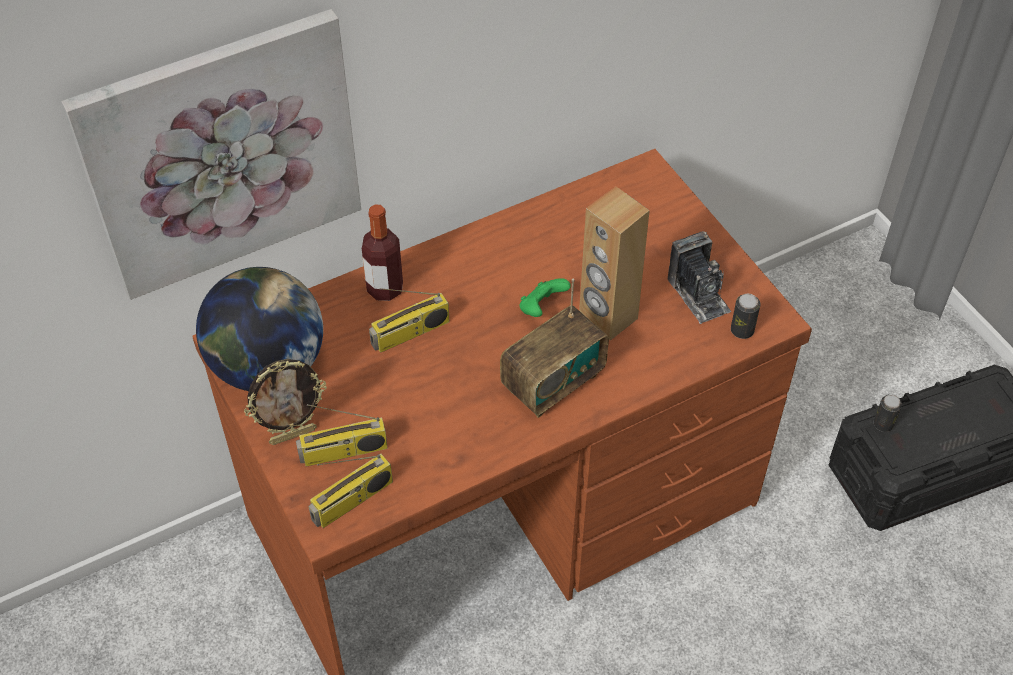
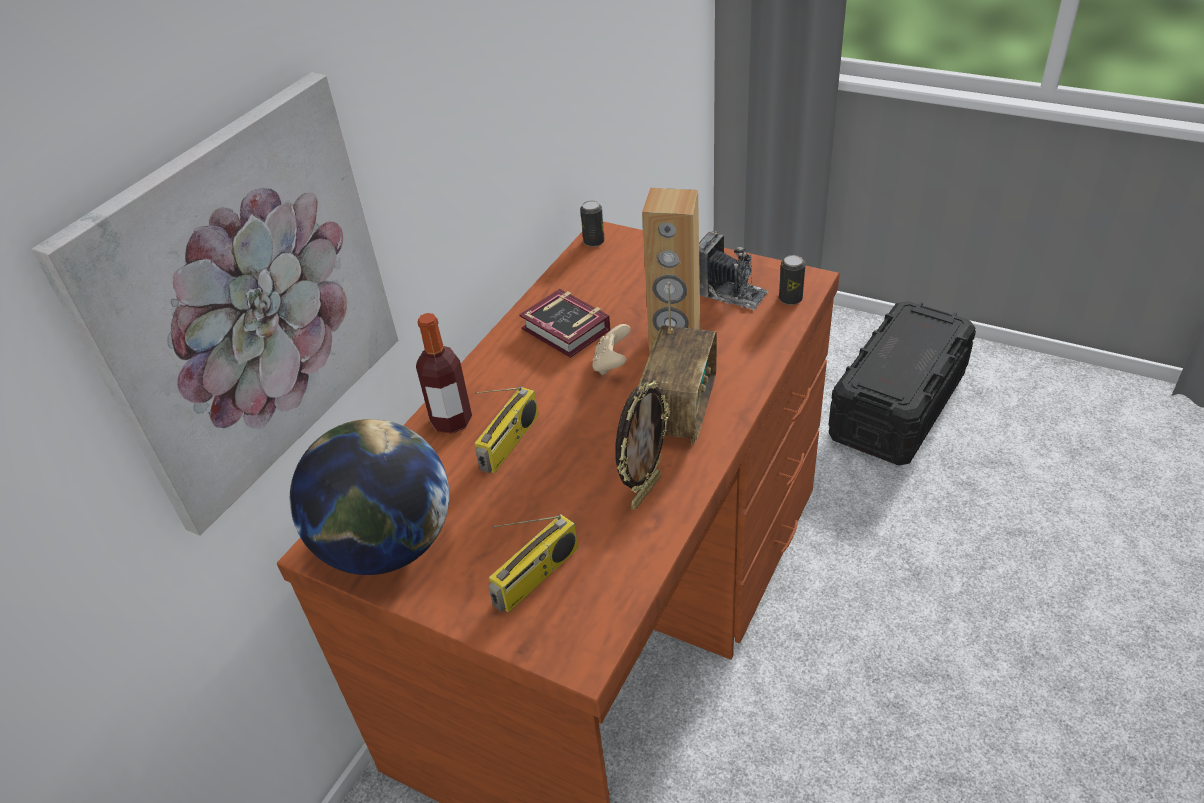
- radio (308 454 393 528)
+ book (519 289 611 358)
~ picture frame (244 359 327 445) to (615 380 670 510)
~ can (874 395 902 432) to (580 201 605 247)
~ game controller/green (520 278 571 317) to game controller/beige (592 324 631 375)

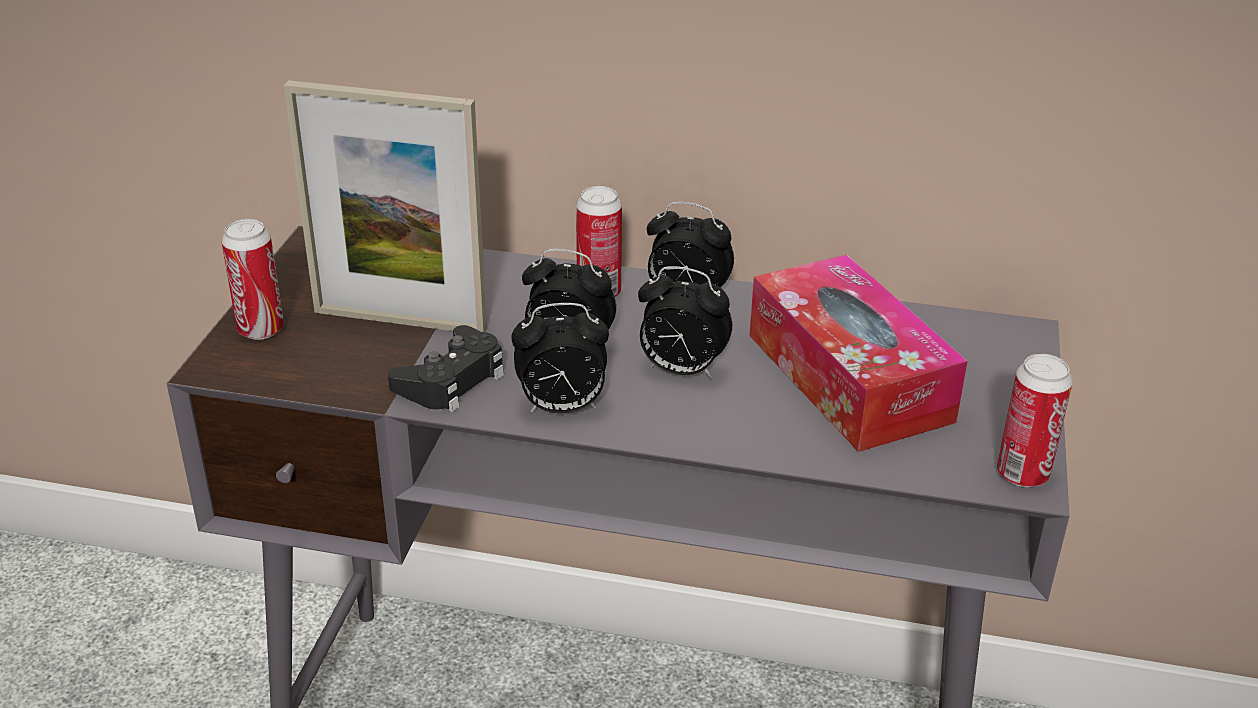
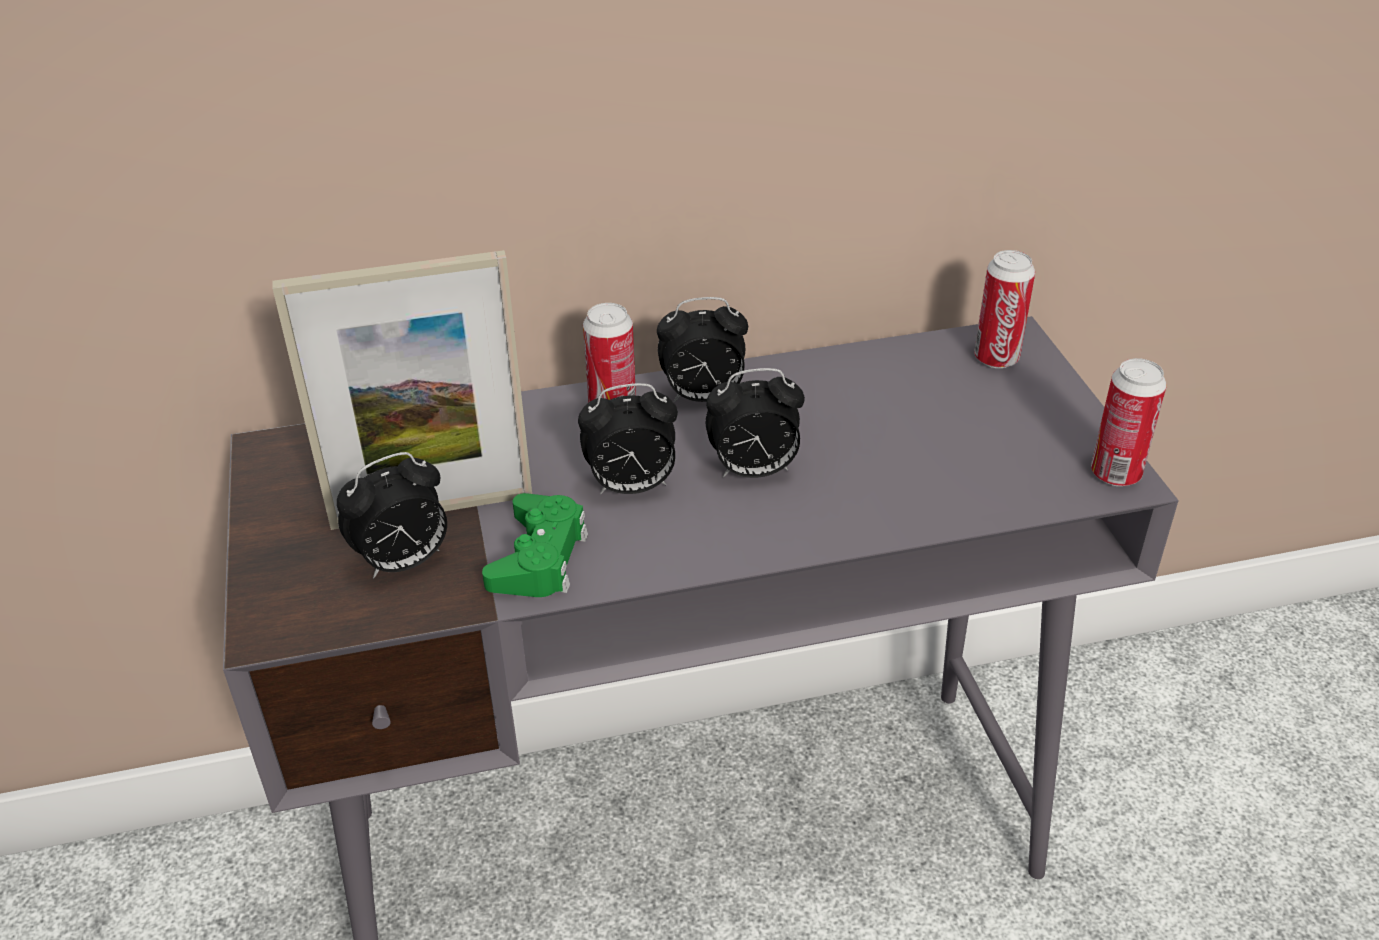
- tissue box (749 255 968 452)
~ can (221 219 284 340) to (974 250 1035 368)
~ alarm clock (511 303 609 413) to (337 452 447 578)
~ game controller/black (388 325 504 412) to game controller/green (482 493 588 597)

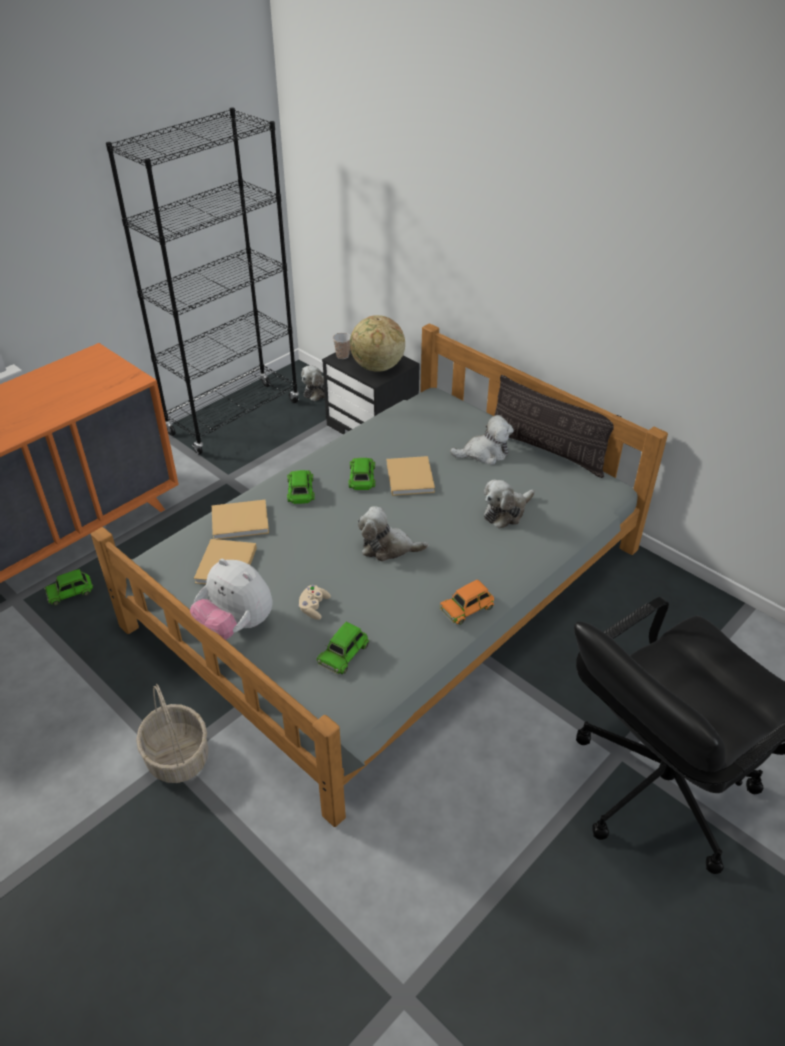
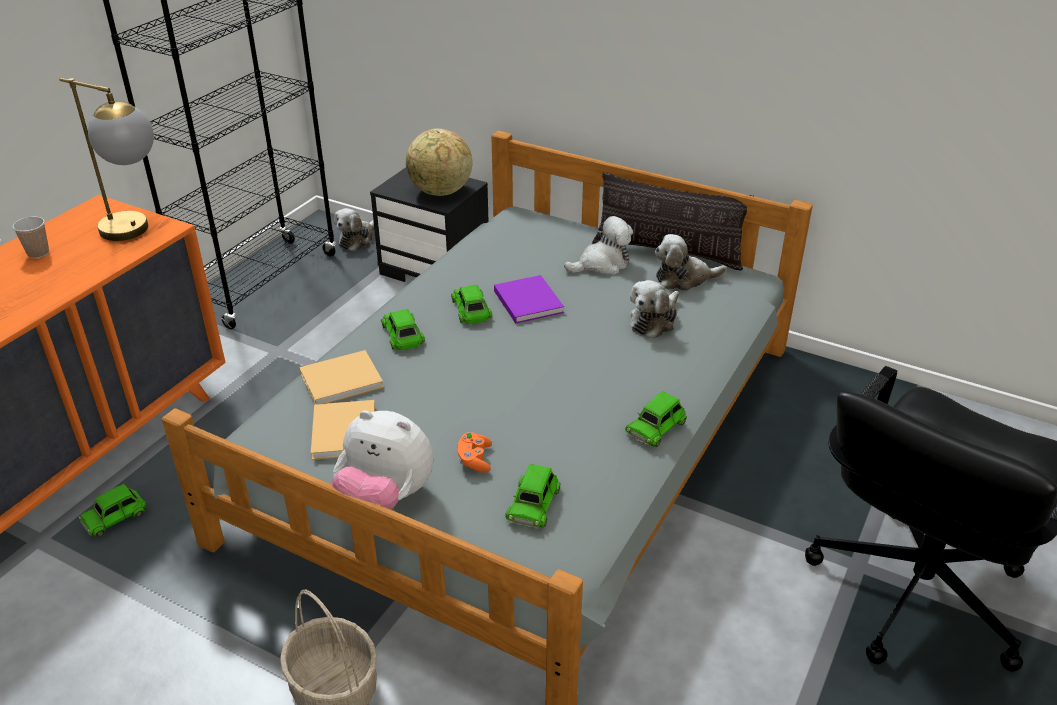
+ table lamp (59 78 154 241)
~ cup (333 333 351 359) to (12 216 49 258)
~ plush toy (358 506 429 562) to (655 234 727 291)
~ game controller/beige (298 585 331 620) to game controller/orange (458 432 492 473)
~ book/beige (387 456 435 496) to book/purple (494 275 564 324)
~ toy car/orange (440 580 494 625) to toy car/green (625 391 687 447)

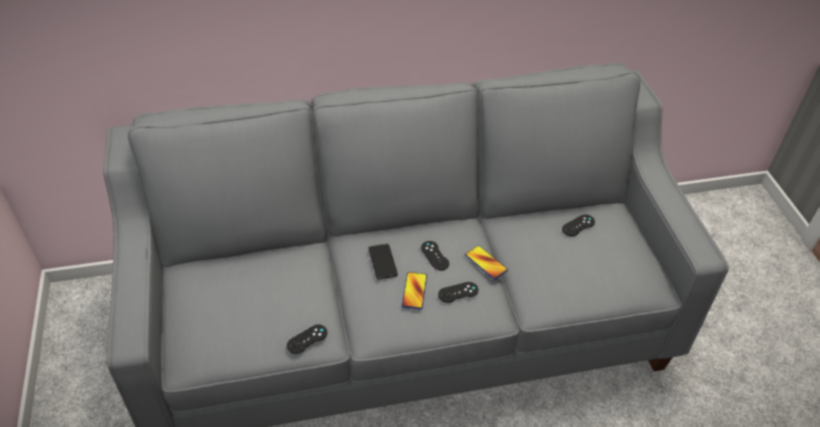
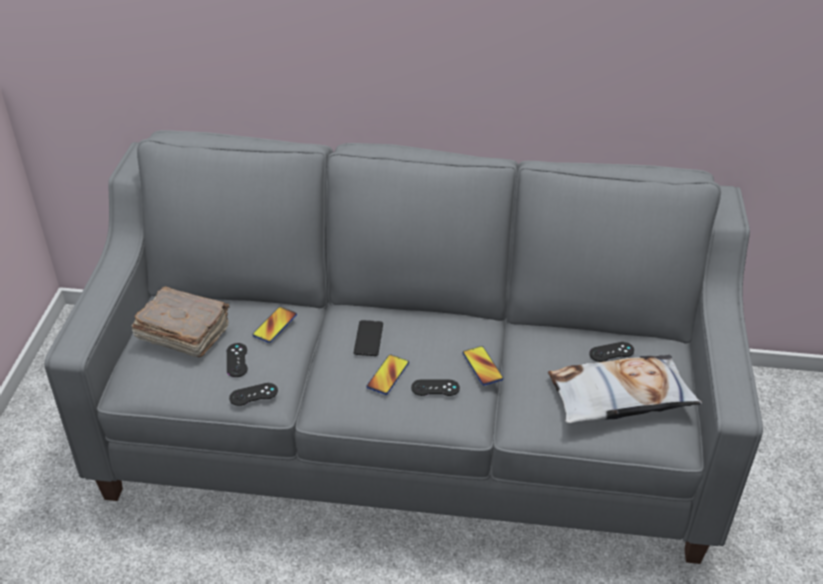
+ book/brown (132 286 230 357)
+ phone (252 307 297 343)
+ pillow (548 355 702 424)
~ game controller/black (421 241 449 271) to (227 343 248 377)

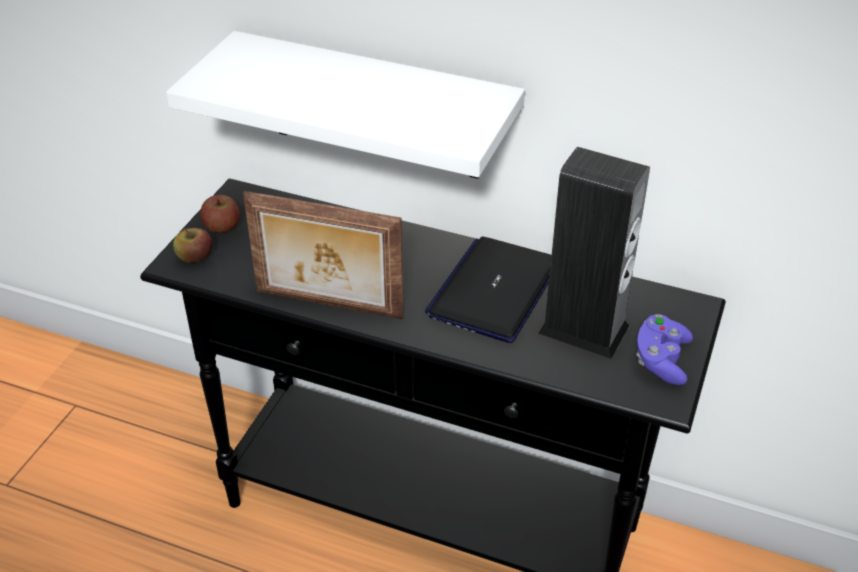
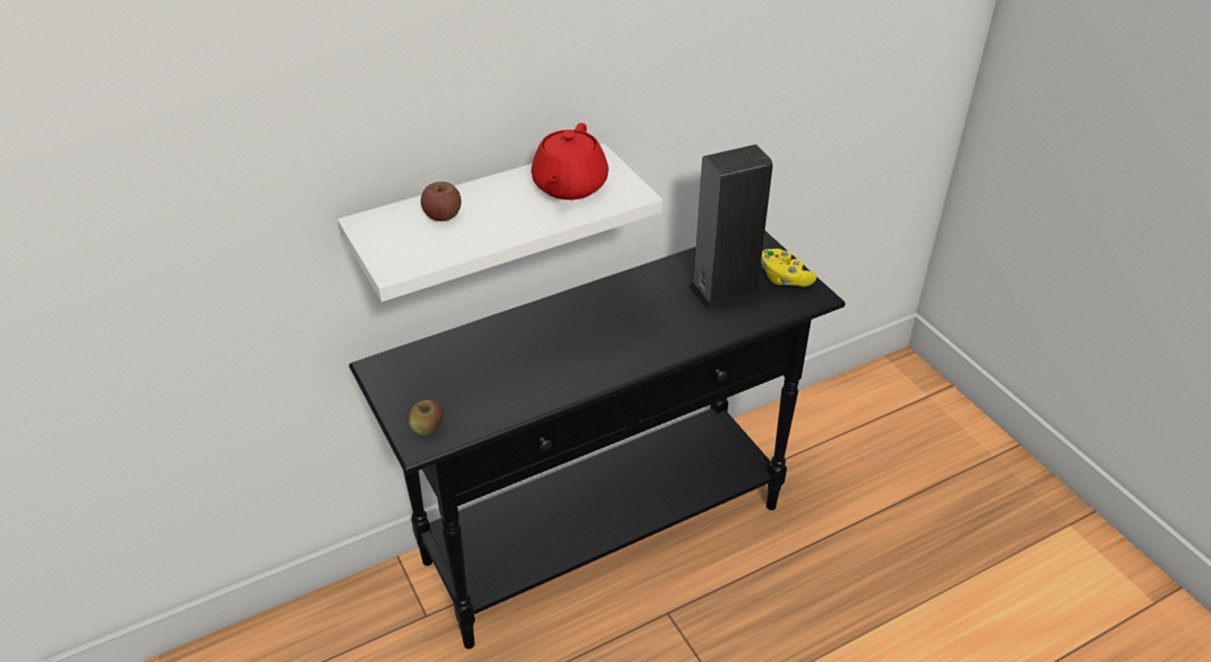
- picture frame (243 191 404 319)
- laptop (425 237 551 343)
+ teapot/red (531 123 609 200)
~ apple (200 195 240 233) to (421 182 461 221)
~ game controller/purple (636 314 693 385) to game controller/yellow (761 249 816 287)

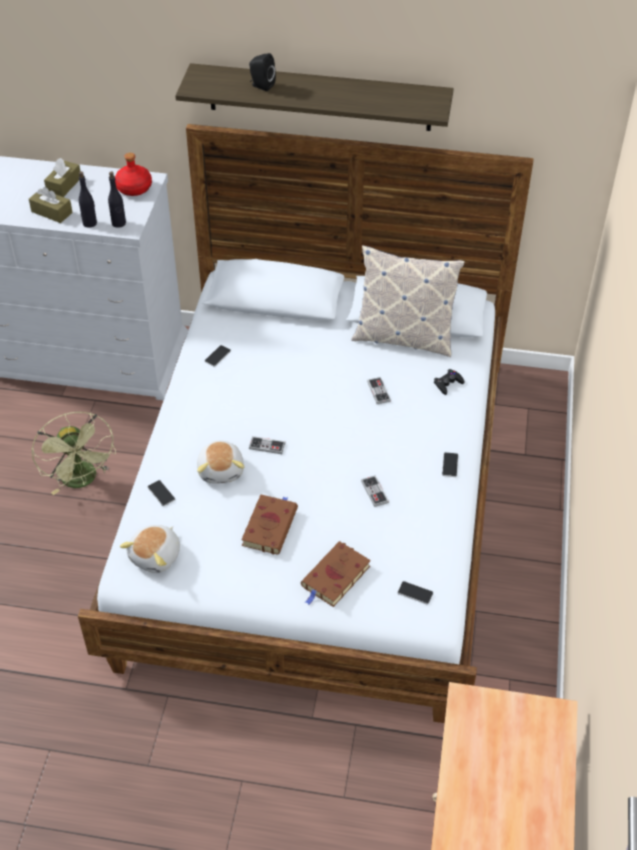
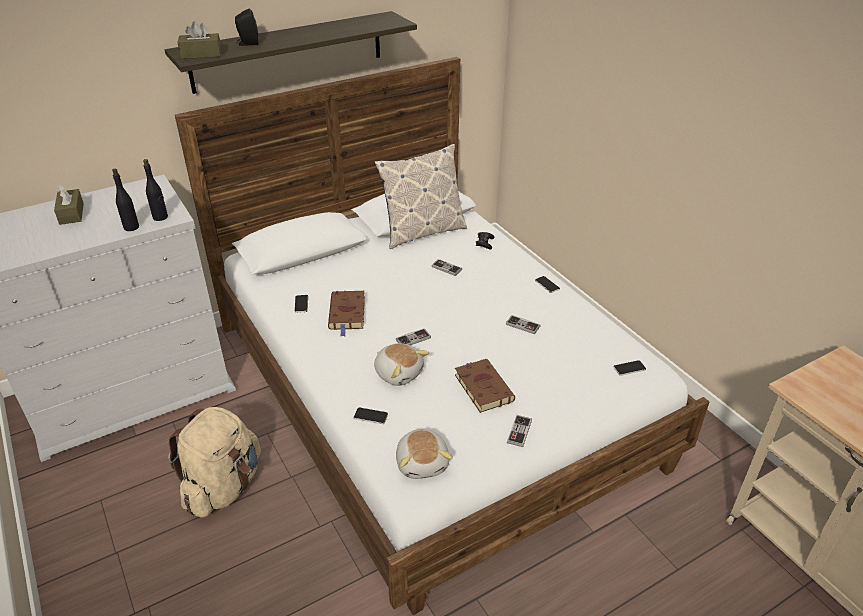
- bottle/red (115 153 152 196)
+ game controller (507 415 532 447)
~ tissue box/brown (29 187 73 223) to (177 21 221 59)
~ book/brown (301 541 371 607) to (328 291 365 337)
~ fan/green (32 412 116 495) to backpack/beige (168 407 261 518)

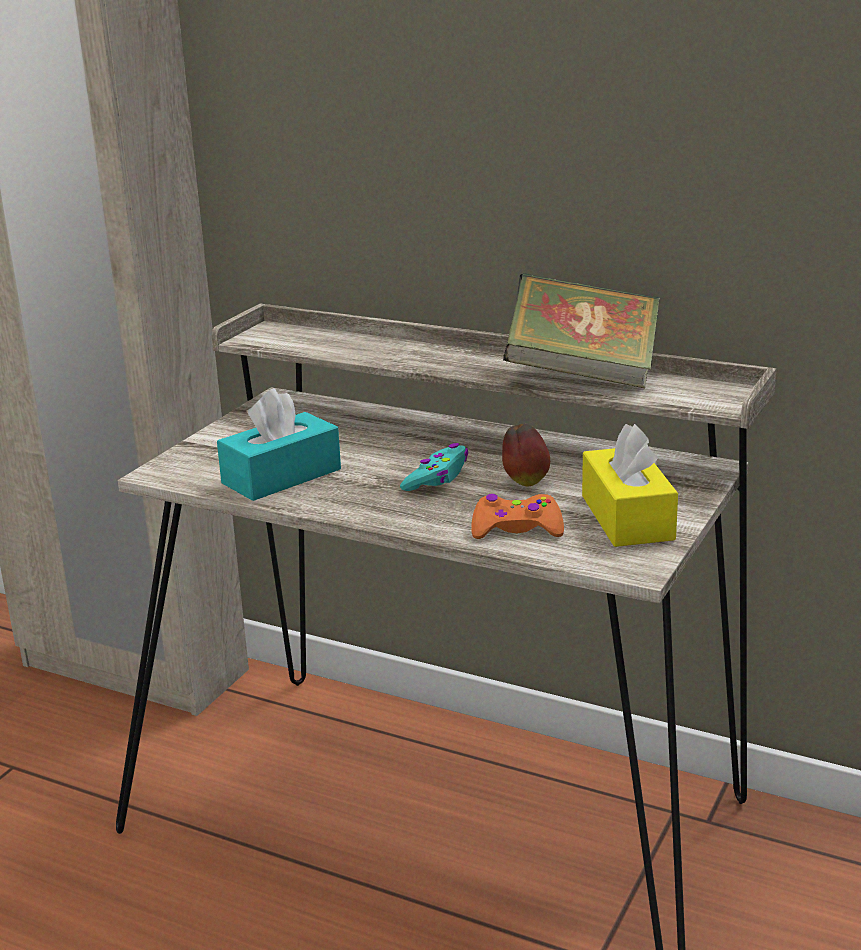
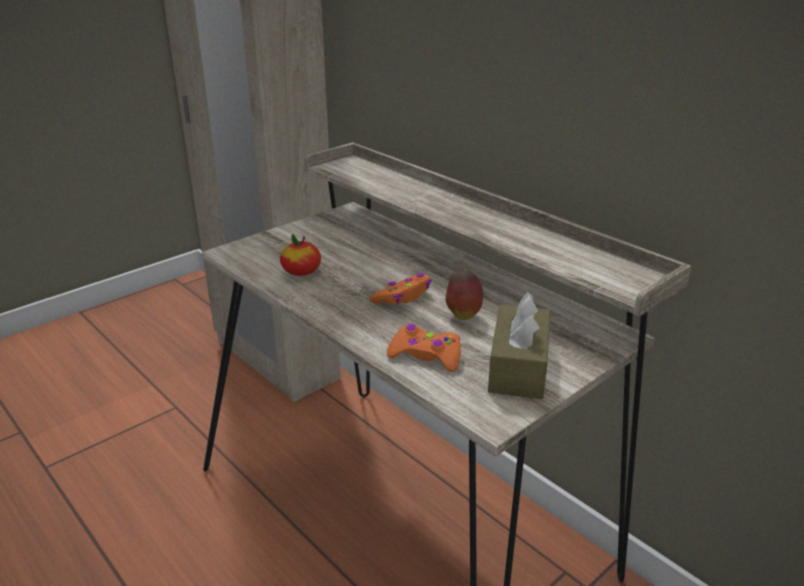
- book (503 273 660 388)
~ tissue box/turquoise (217 388 341 501) to apple (280 234 321 276)
~ game controller/turquoise (400 443 468 491) to game controller/orange (369 273 431 304)
~ tissue box/yellow (582 424 678 547) to tissue box/brown (488 292 550 399)

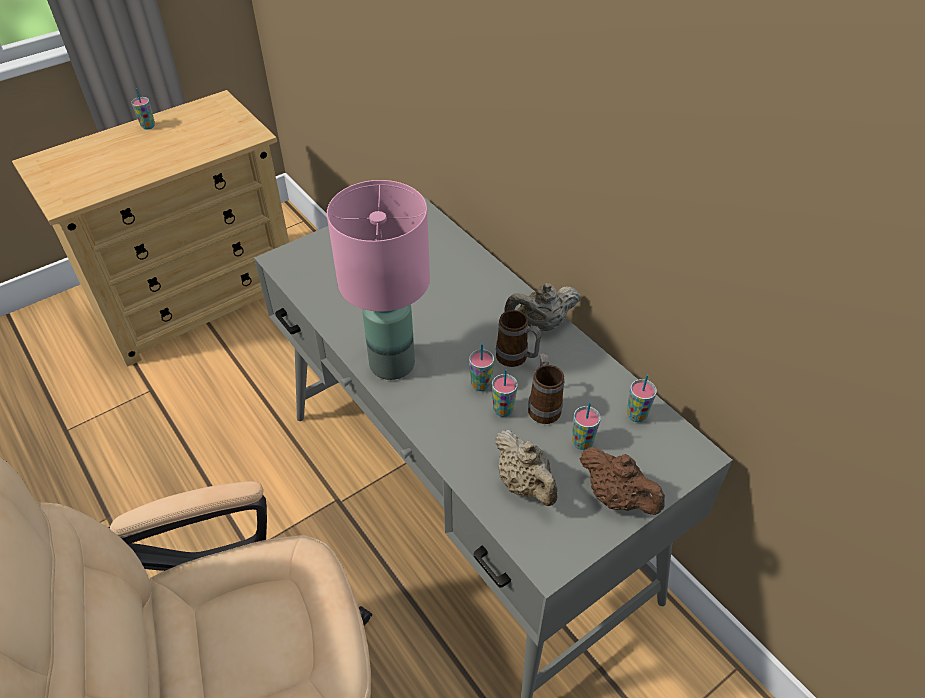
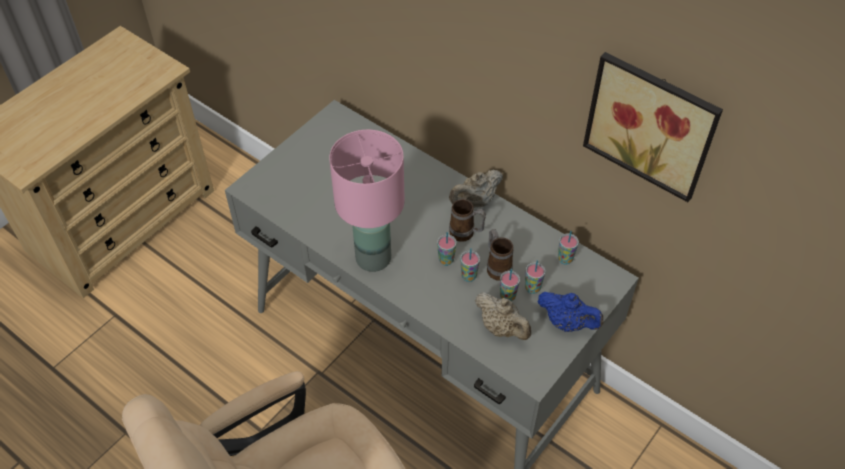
+ picture (583 52 723 202)
~ cup (131 88 155 129) to (500 269 520 302)
~ teapot/brown (579 447 665 515) to teapot/blue (537 292 604 332)

